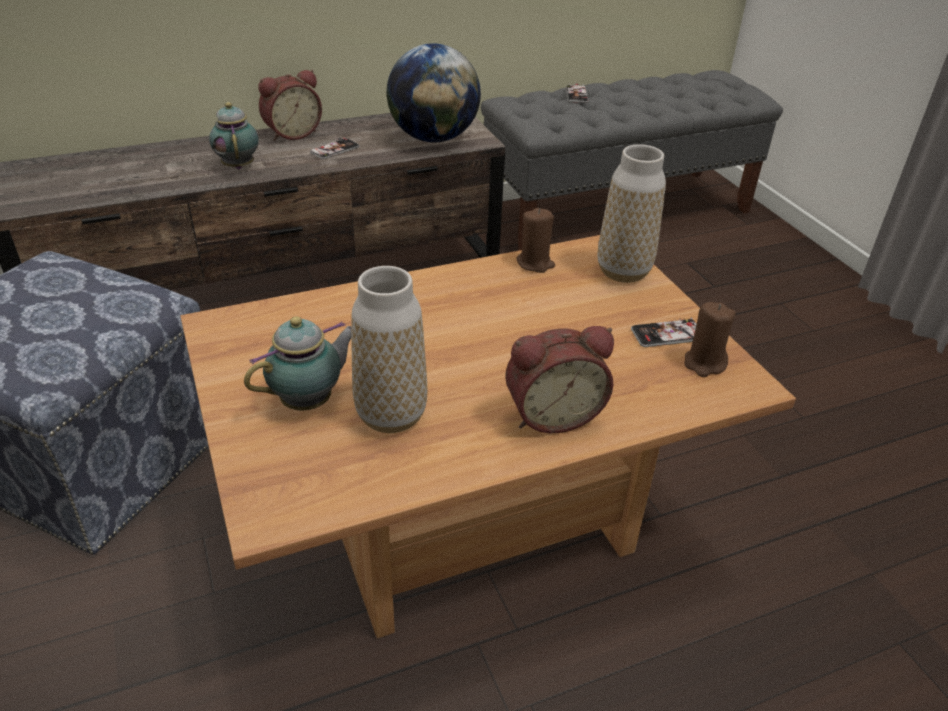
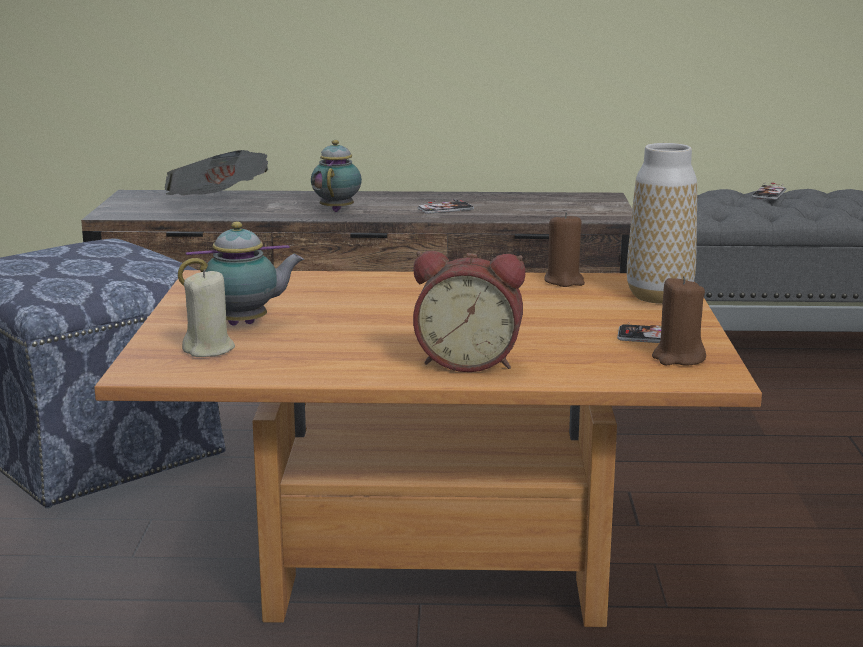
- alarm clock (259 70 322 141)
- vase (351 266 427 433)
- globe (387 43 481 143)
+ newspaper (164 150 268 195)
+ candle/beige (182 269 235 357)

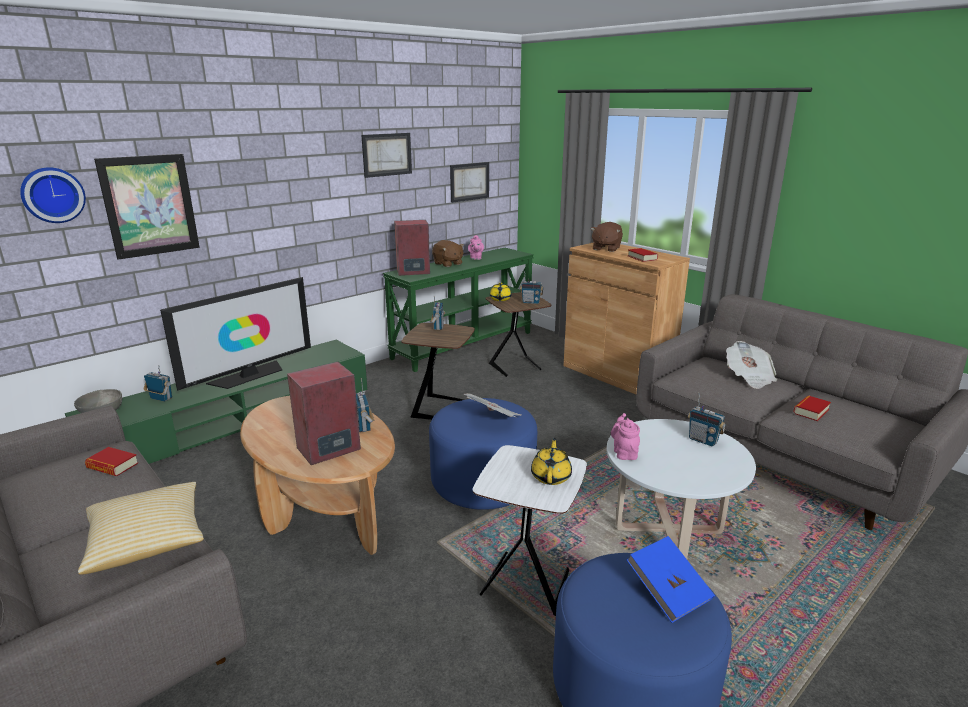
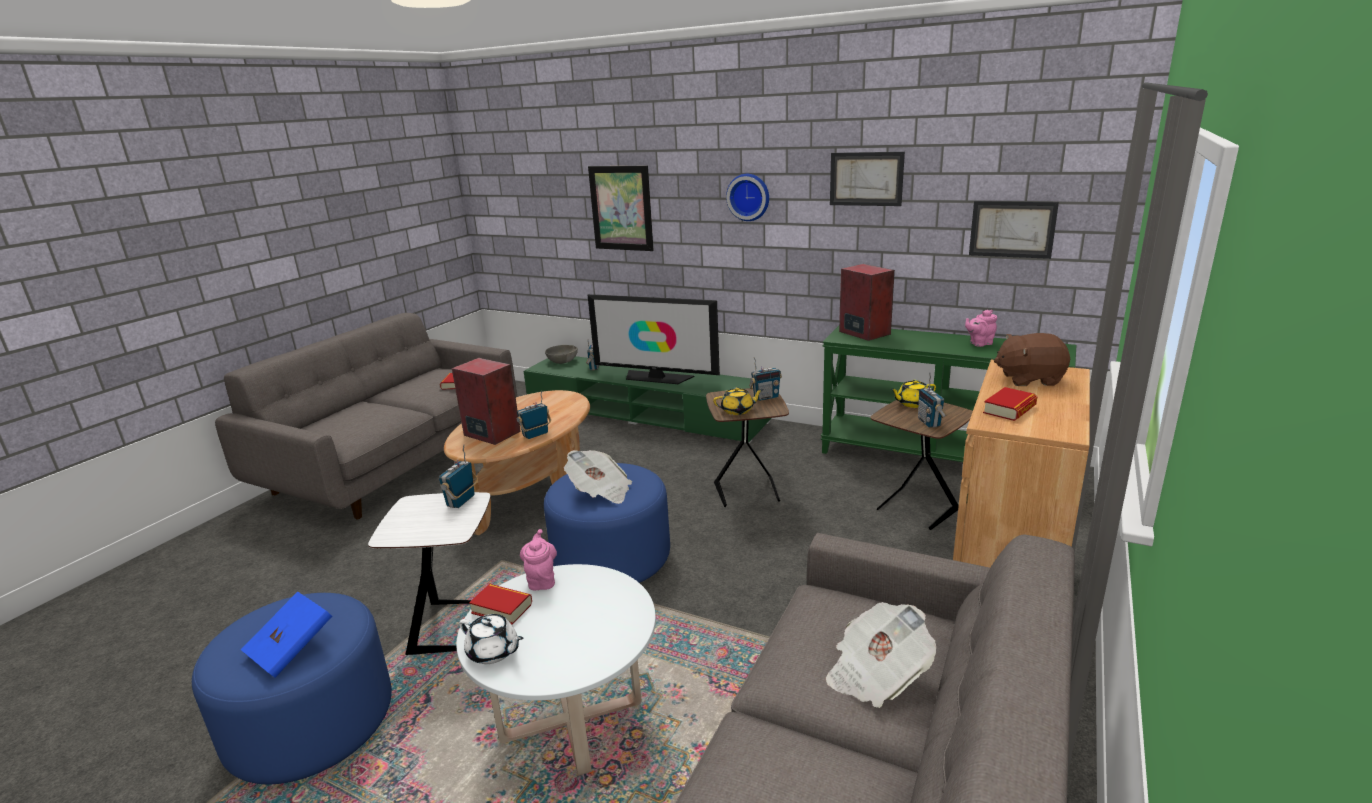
- pillow (78 482 204 575)
- plush toy/brown (432 240 464 267)
+ teapot/white (459 614 523 664)
~ wall clock (20 167 86 223) to (726 174 769 221)
~ teapot/yellow (531 438 572 485) to (713 387 763 415)
~ radio (687 392 726 446) to (439 445 478 508)
~ book (793 396 831 421) to (469 584 532 625)
~ teapot/pink (611 413 640 460) = (520 529 557 590) 75 degrees counterclockwise

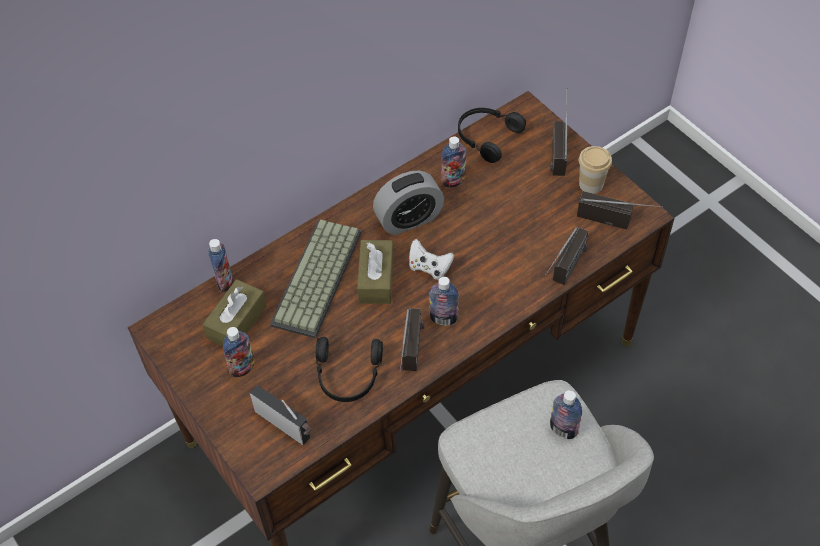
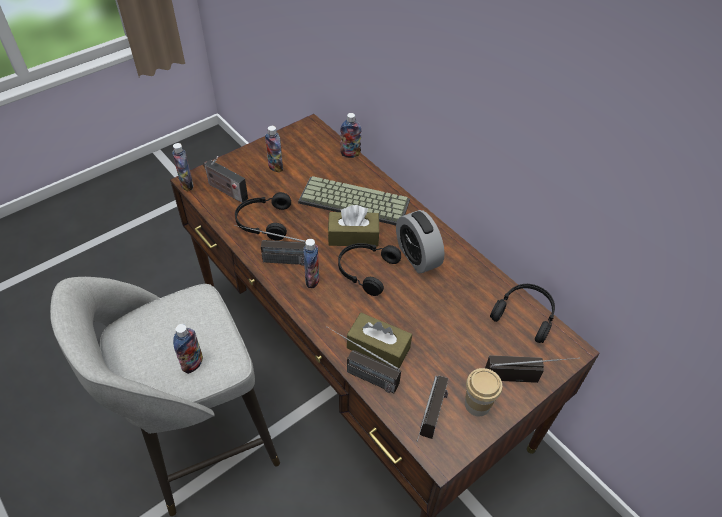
~ tissue box/brown (203 279 267 346) to (347 313 412 368)
~ bottle (441 136 466 187) to (172 143 193 191)
~ game controller/white (409 239 454 280) to headphones/black (338 243 401 296)
~ radio (250 385 311 445) = (203 156 248 203) 90 degrees clockwise

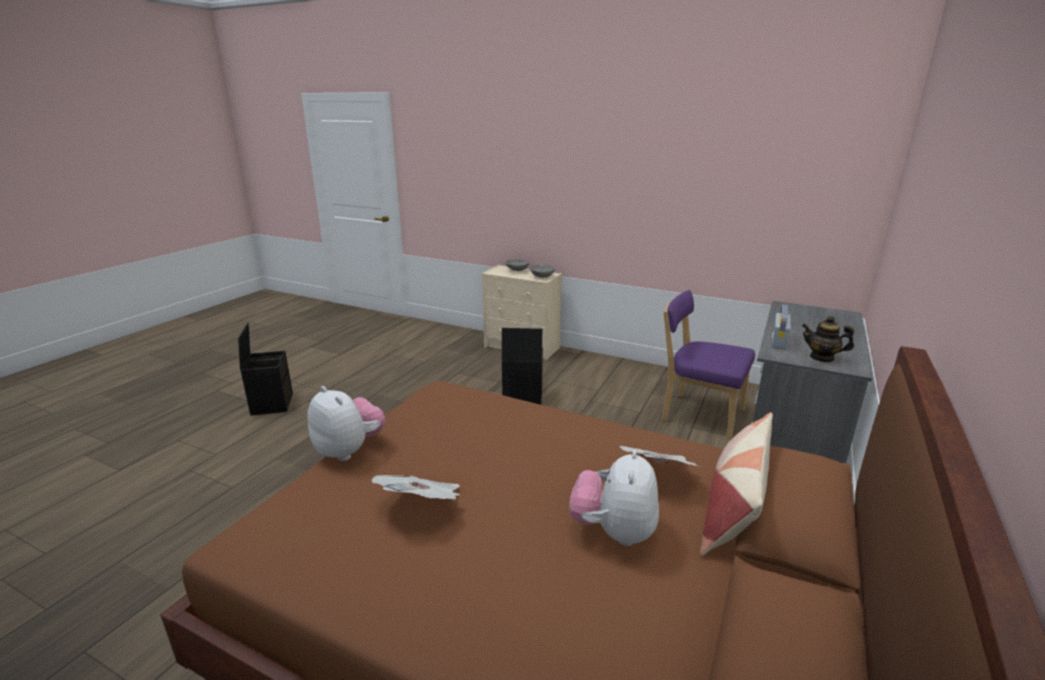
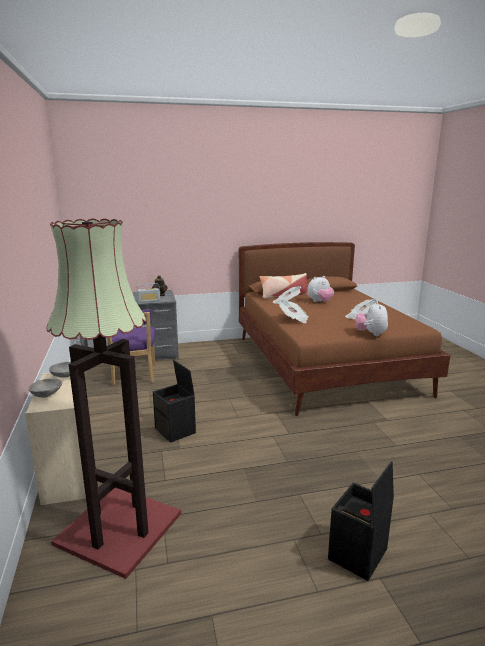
+ floor lamp (46 219 181 579)
+ newspaper (279 300 309 323)

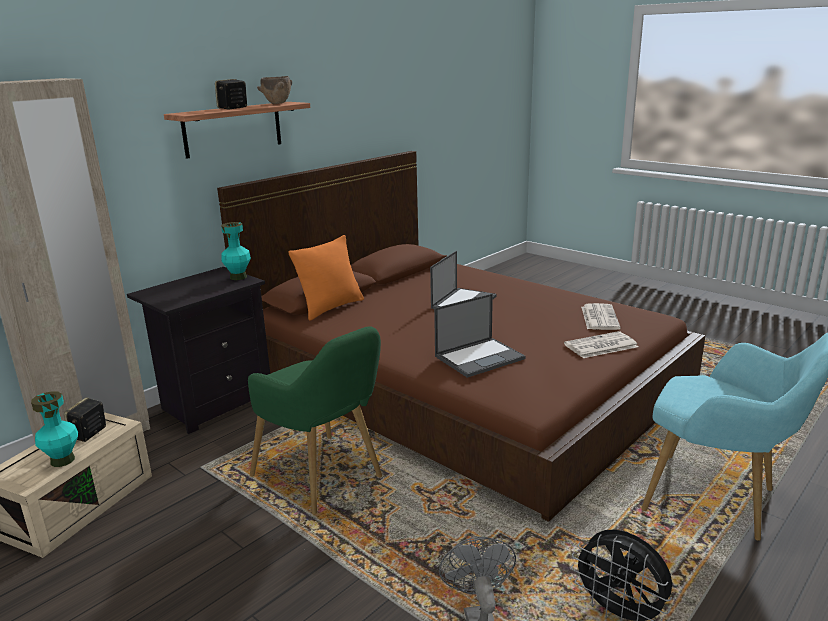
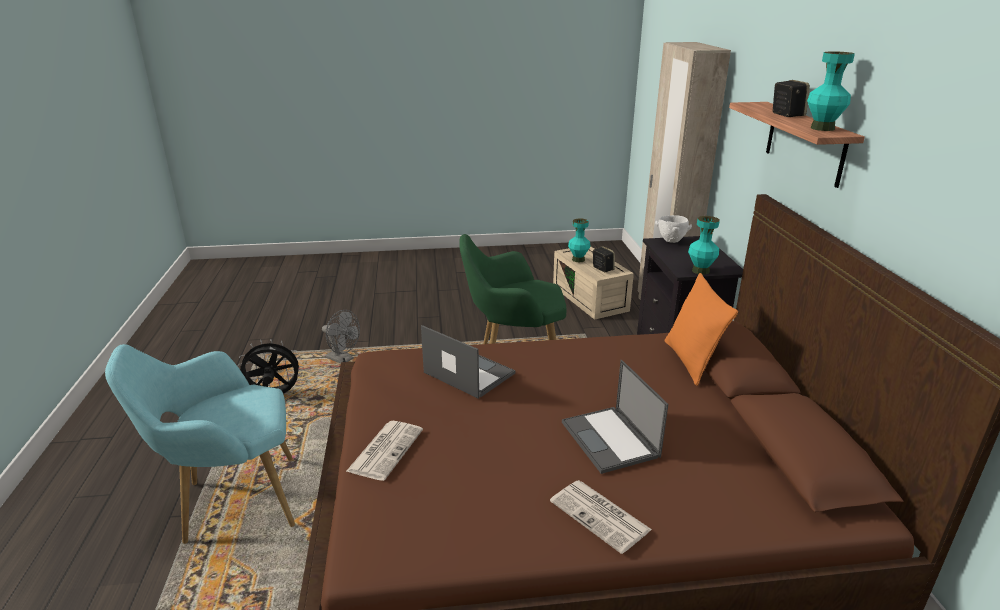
+ bowl/white (655 215 692 243)
~ newspaper (581 303 621 330) to (550 480 652 554)
~ bowl/brown (257 76 292 104) to vase/turquoise (807 51 855 131)
~ laptop (434 294 525 378) = (421 325 515 399) 120 degrees clockwise

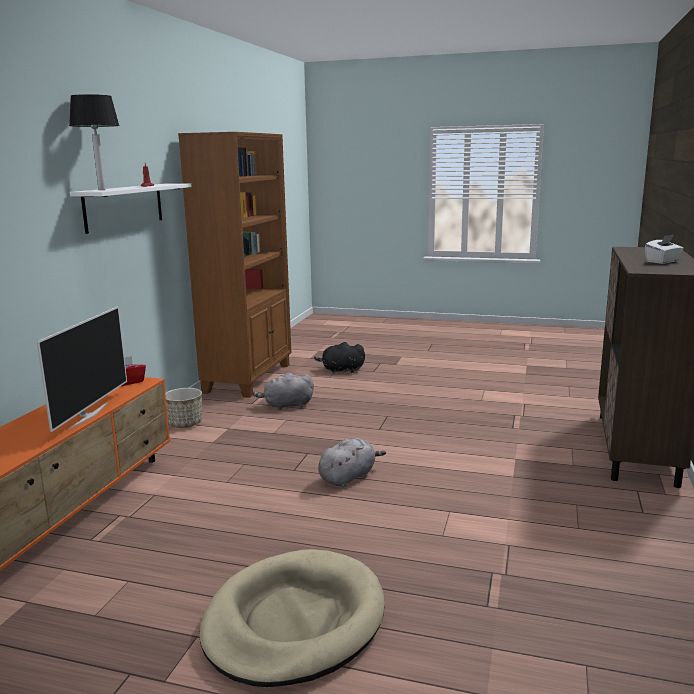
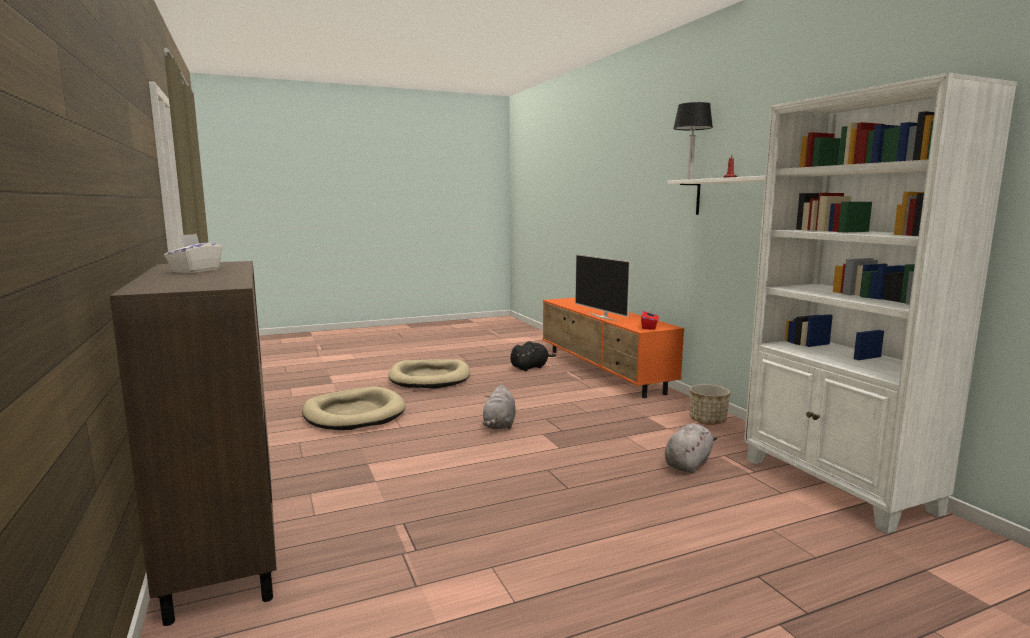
+ dog bed/beige (302 387 406 430)
~ plush toy/black (314 342 365 373) to (510 341 556 371)
~ bookcase/brown (178 132 292 398) to bookcase/white (744 73 1017 534)

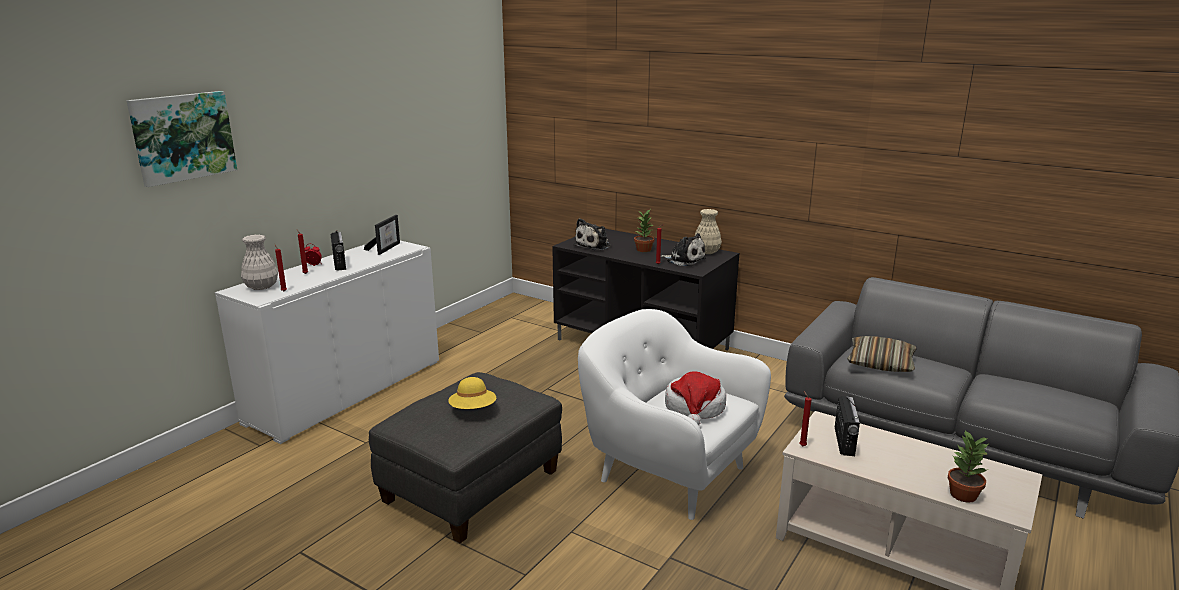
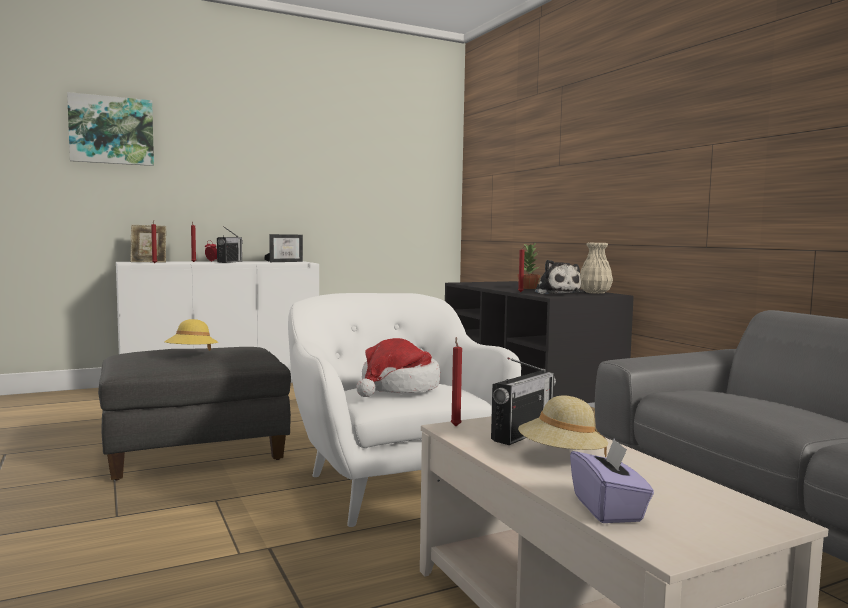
- plush toy (573 218 611 250)
- pillow (847 336 917 372)
+ hat/beige (518 396 608 457)
~ vase/white (241 235 278 290) to picture frame (131 225 166 263)
~ potted plant (948 430 989 503) to tissue box/purple (570 439 654 523)

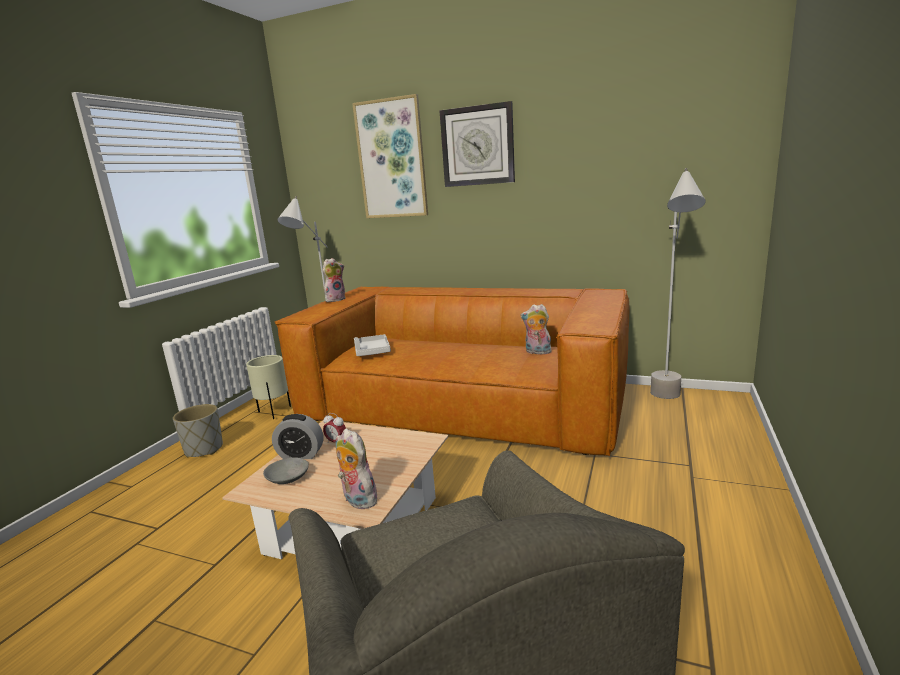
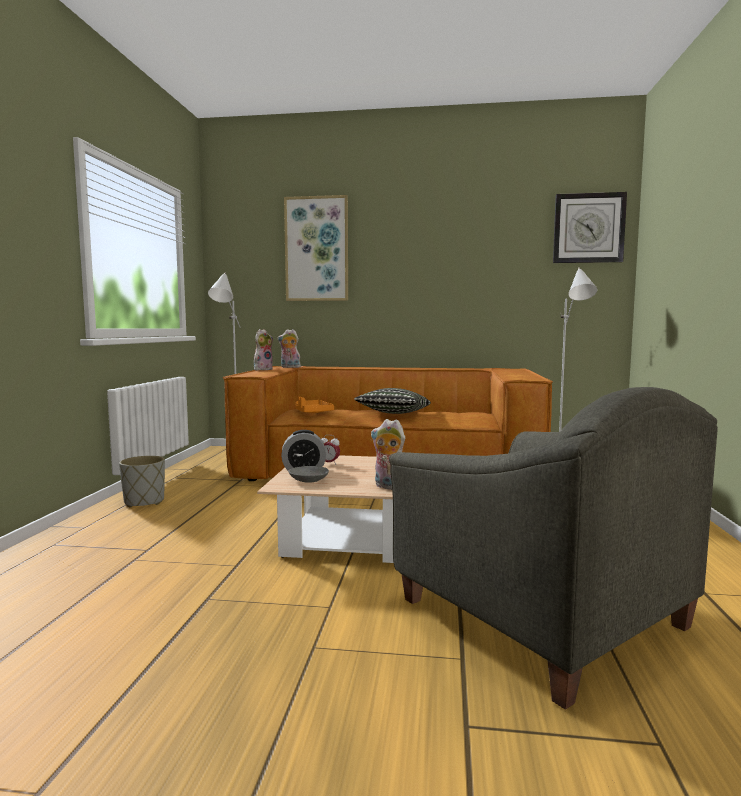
- planter/beige (246 355 291 419)
+ pillow (354 388 431 414)
~ wall clock (439 101 515 187) to (553 192 627 263)
~ plush toy (521 304 552 354) to (277 329 301 368)
~ tray/grey (354 334 391 356) to tray/orange (295 397 334 413)

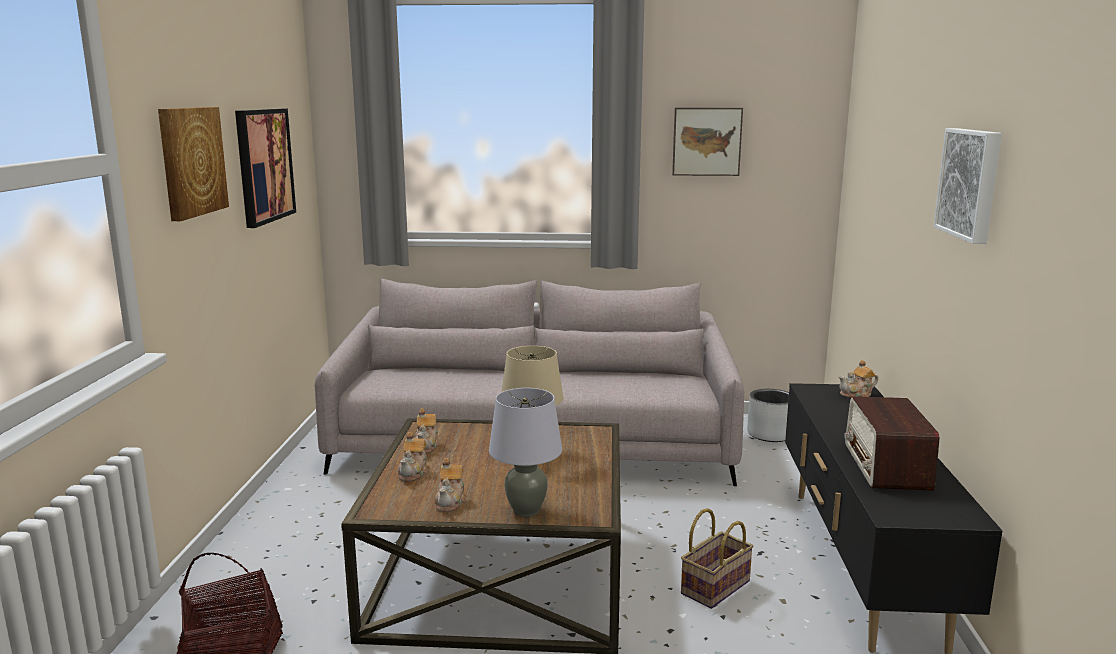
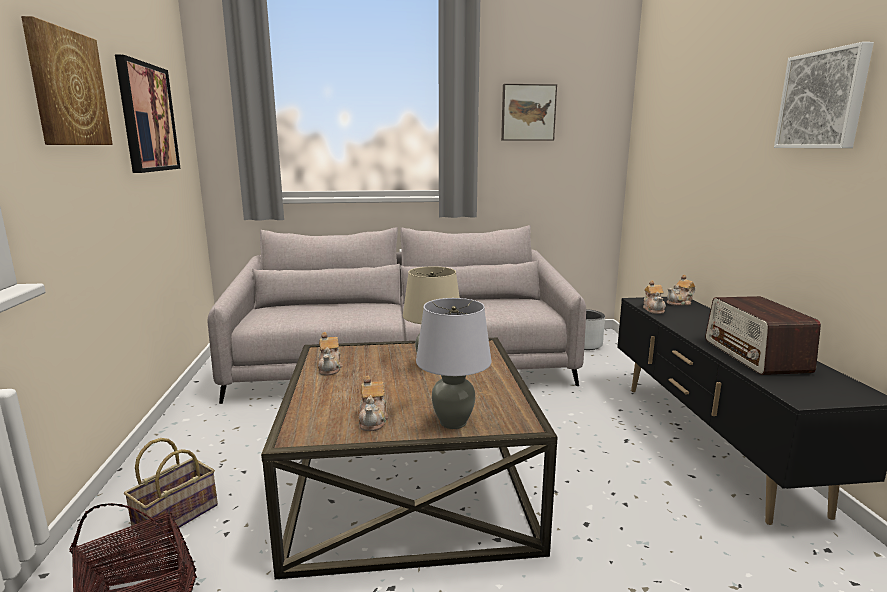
~ teapot (398 432 429 482) to (643 280 666 314)
~ basket (681 508 754 609) to (124 438 218 543)

